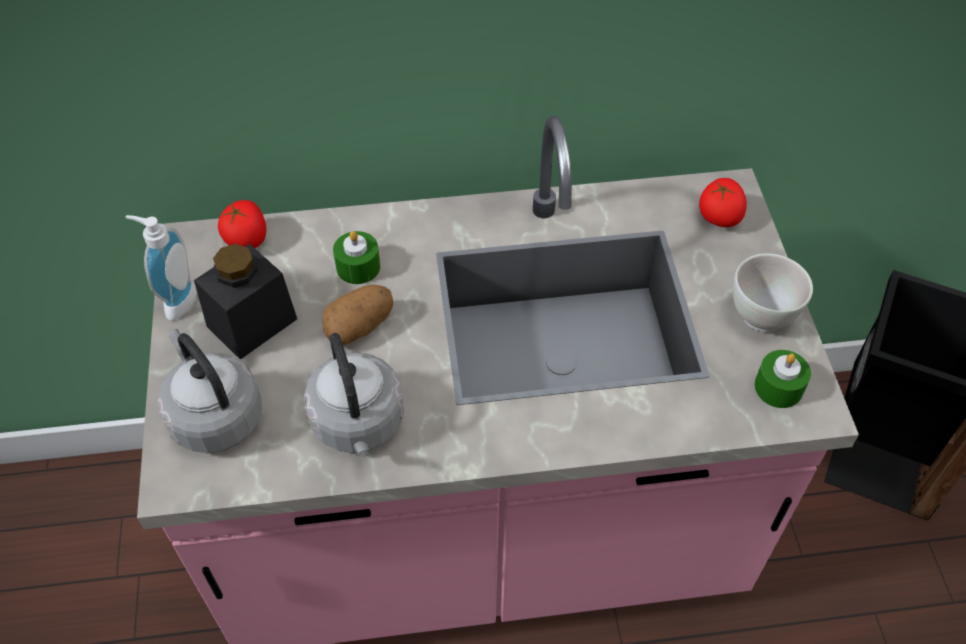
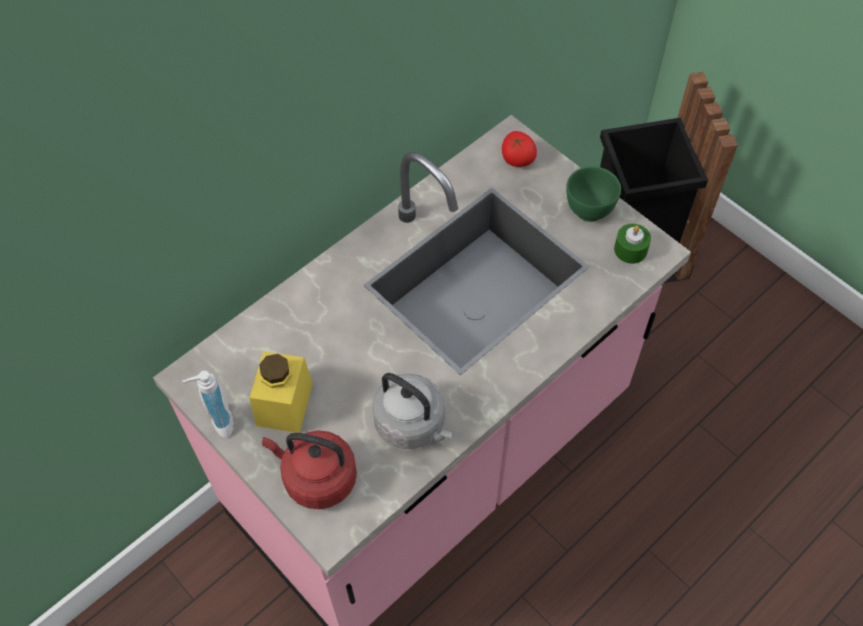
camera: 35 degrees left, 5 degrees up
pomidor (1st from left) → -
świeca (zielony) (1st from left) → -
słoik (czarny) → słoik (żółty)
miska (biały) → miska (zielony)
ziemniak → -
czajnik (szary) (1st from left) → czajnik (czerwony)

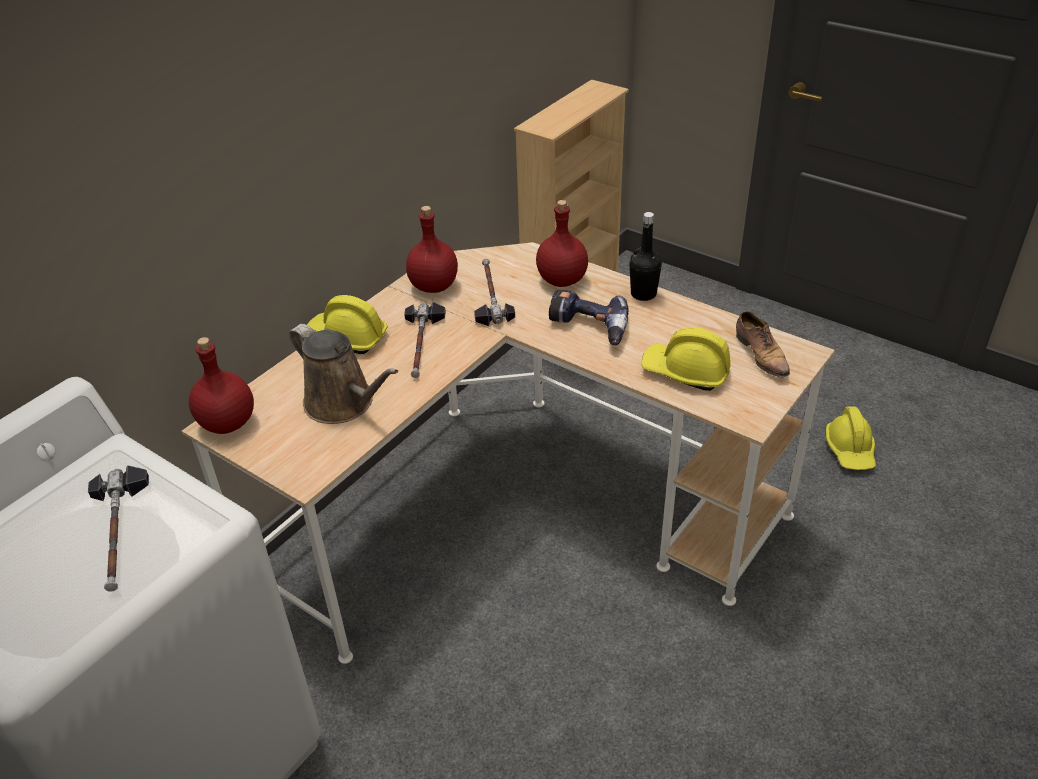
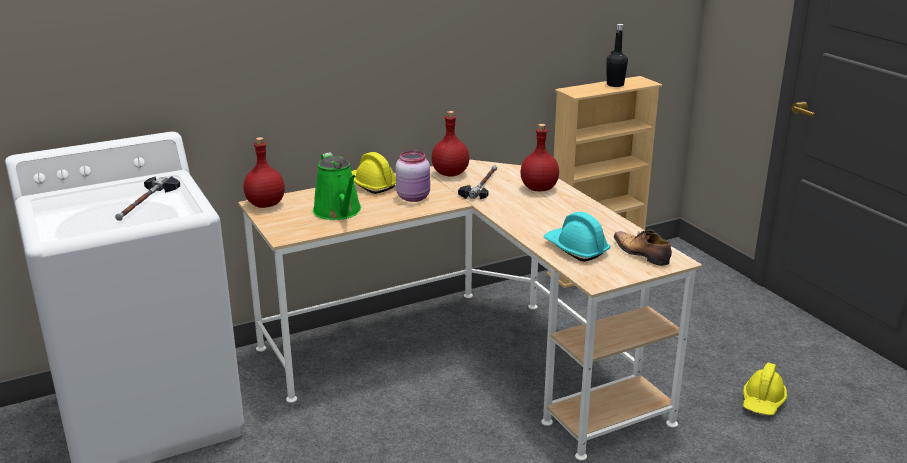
camera: 25 degrees right, 15 degrees down
butelka (czarny), move
wiertarka → -
młotek (2nd from left) → słoik (różowy)
but, 135 degrees clockwise
konewka (brązowy) → konewka (zielony)
kask (żółty) (2nd from left) → kask (turkusowy)

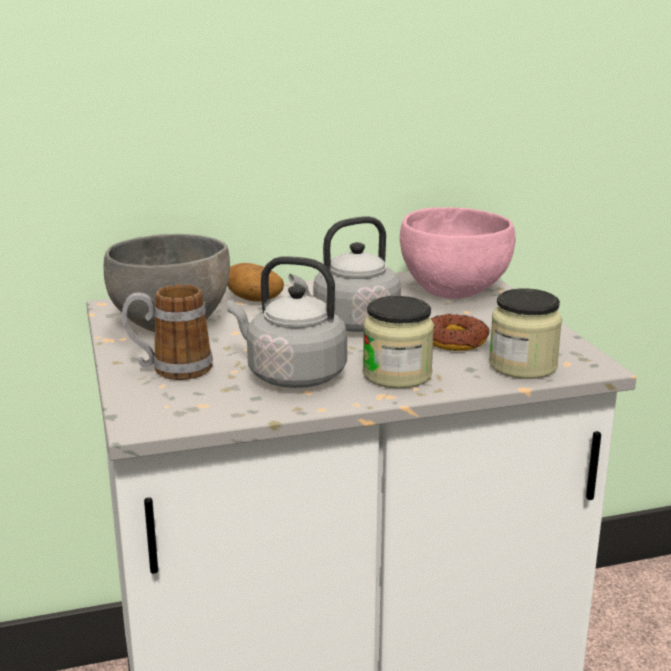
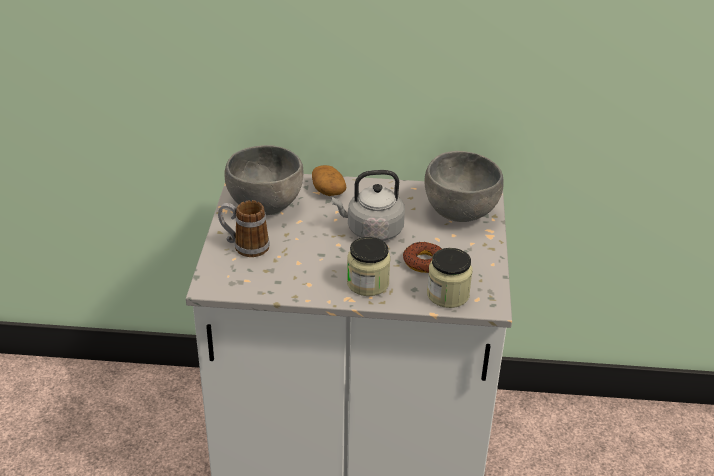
camera: 20 degrees right, 15 degrees up
miska (różowy) → miska (szary) (2nd from left)
czajnik (szary) (1st from left) → -

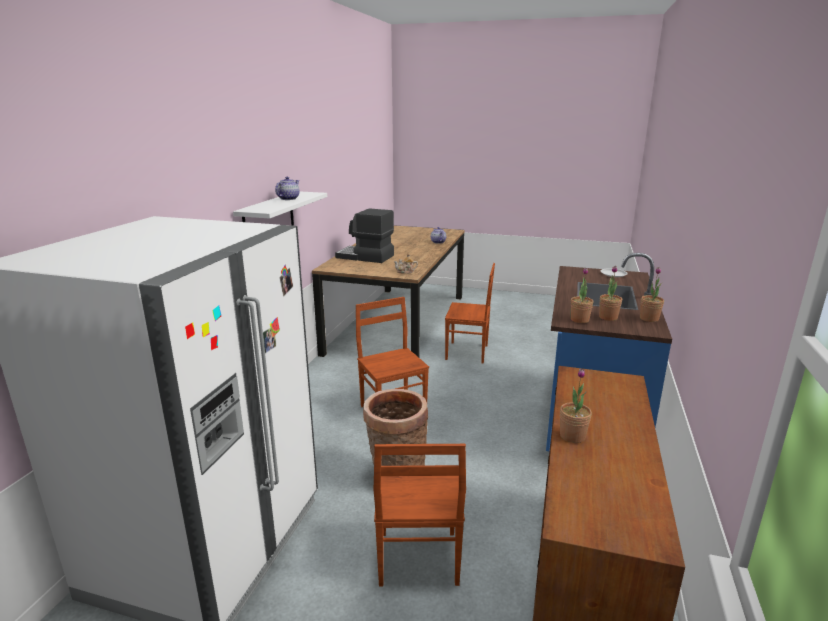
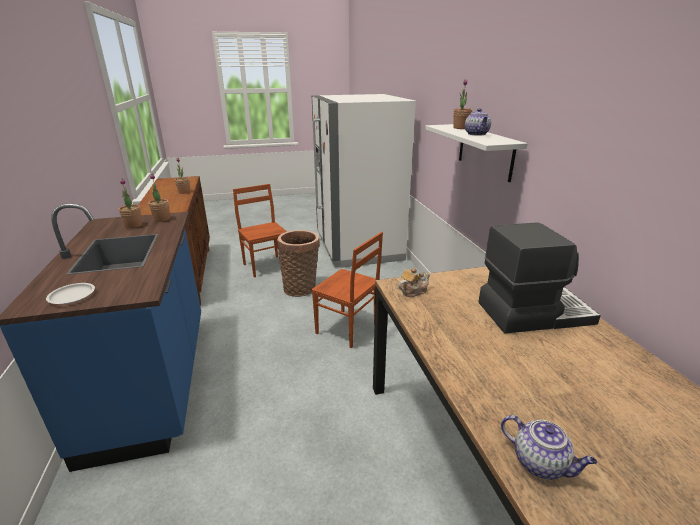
camera: 150 degrees right, 5 degrees up
krzesło (brązowy) (3rd from left) → -
roślina doniczkowa (4th from left), move

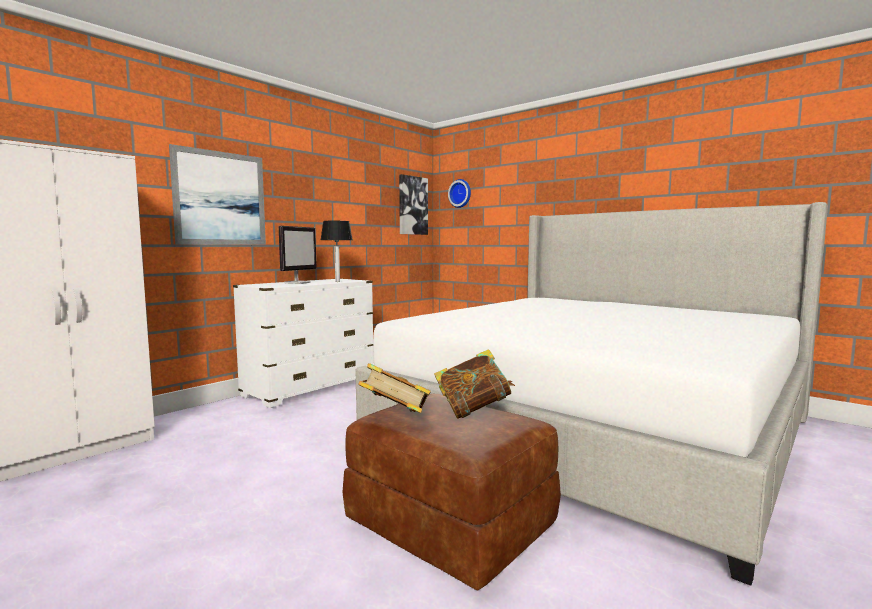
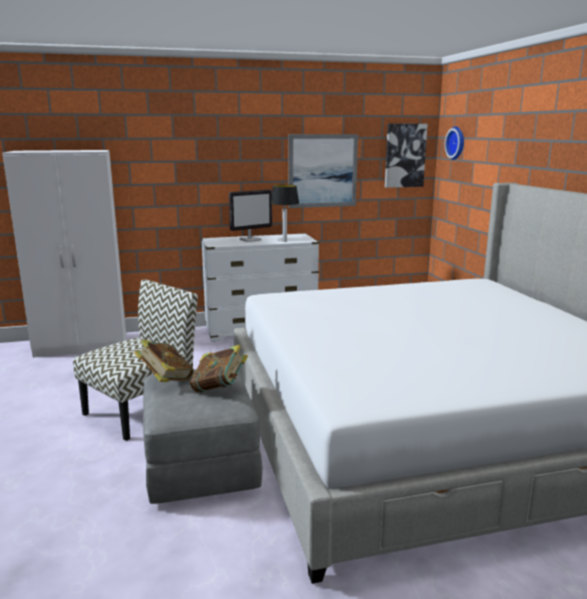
camera: 35 degrees right, 10 degrees up
obraz (1st from left), move
pufa (brązowy) → pufa (szary)
- → krzesło

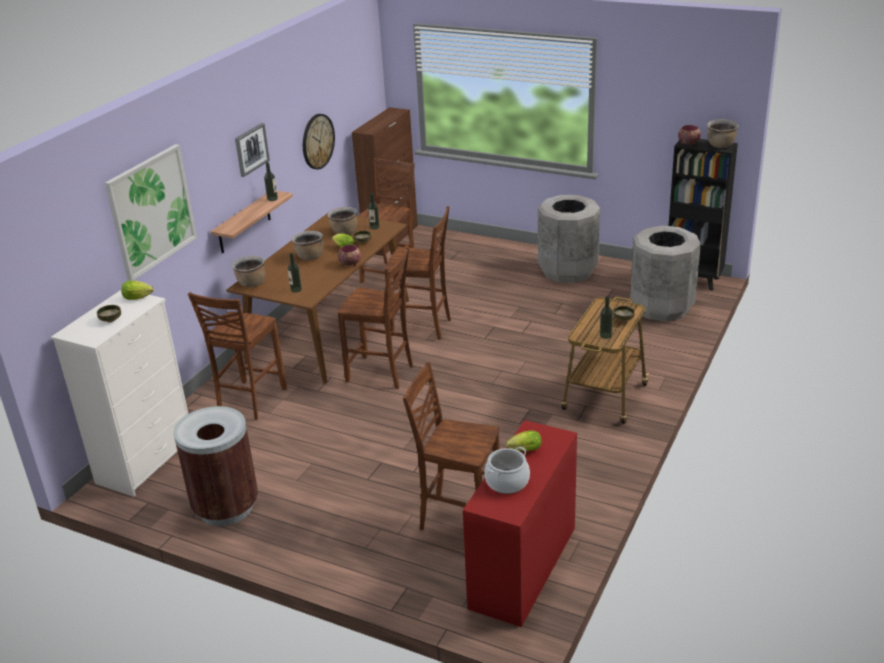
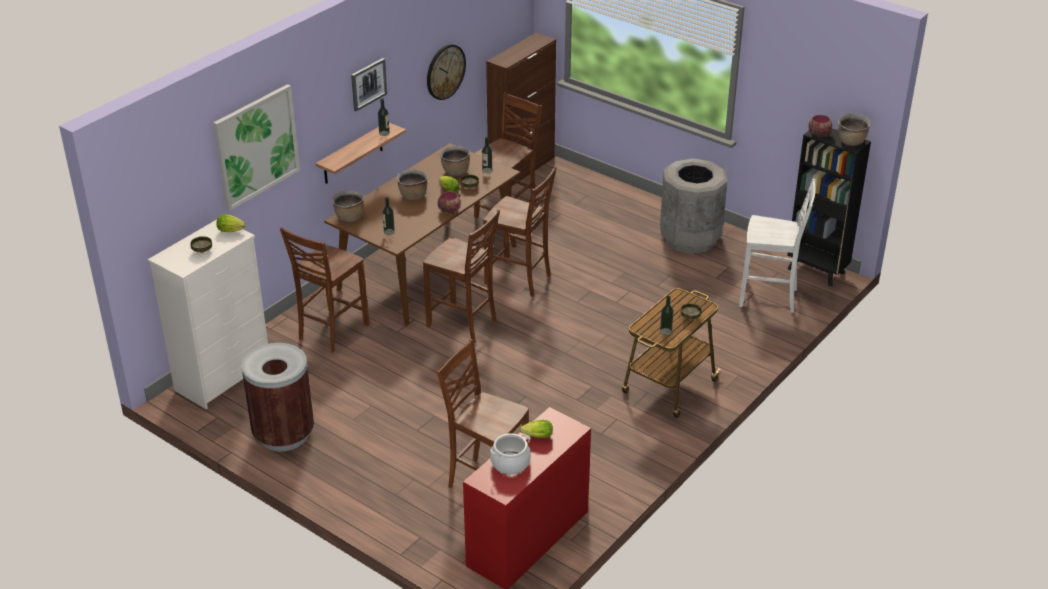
camera: 10 degrees right, 5 degrees up
kosz na śmieci (szary) (2nd from left) → krzesło (biały)

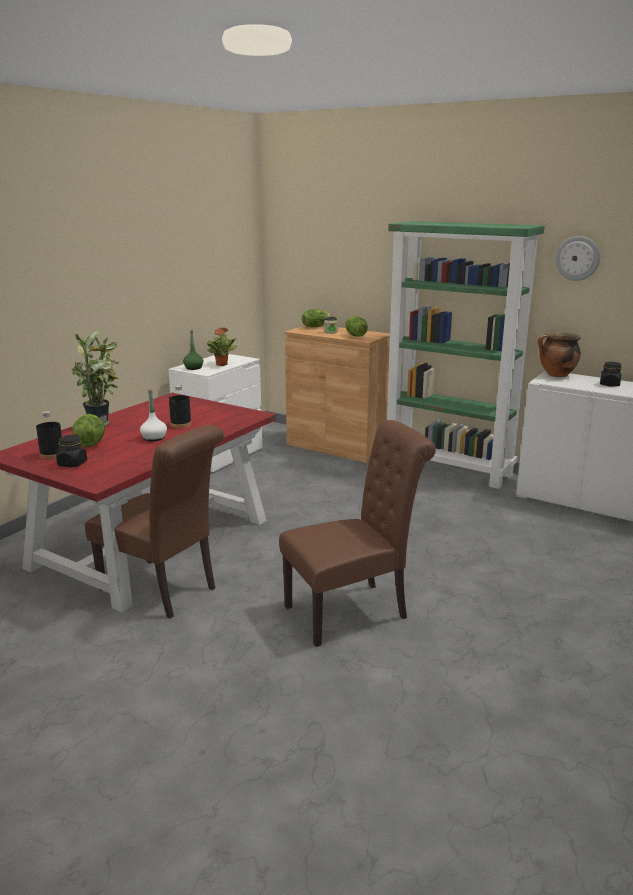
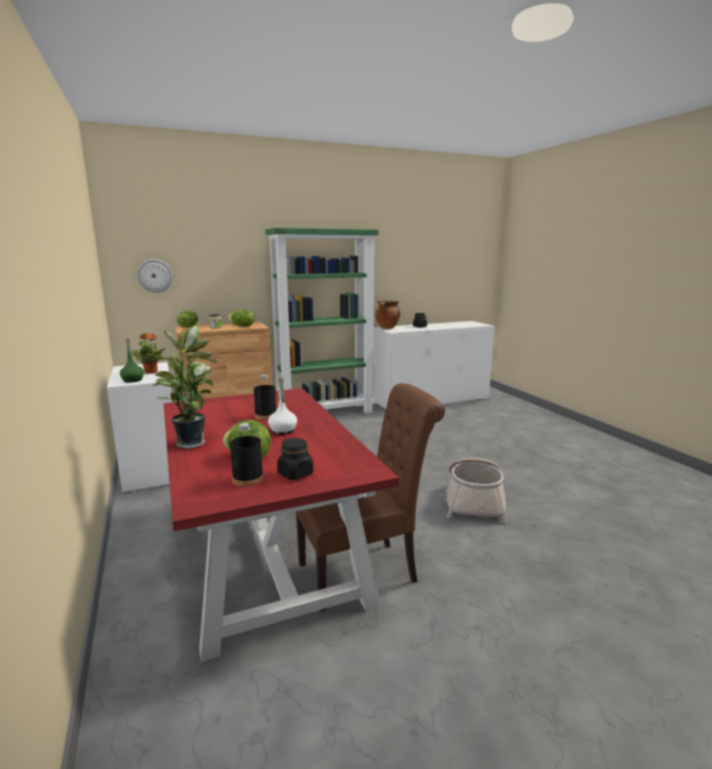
camera: 55 degrees left, 5 degrees down
zegar ścienny, move
krzesło (brązowy) (2nd from left) → koszyk

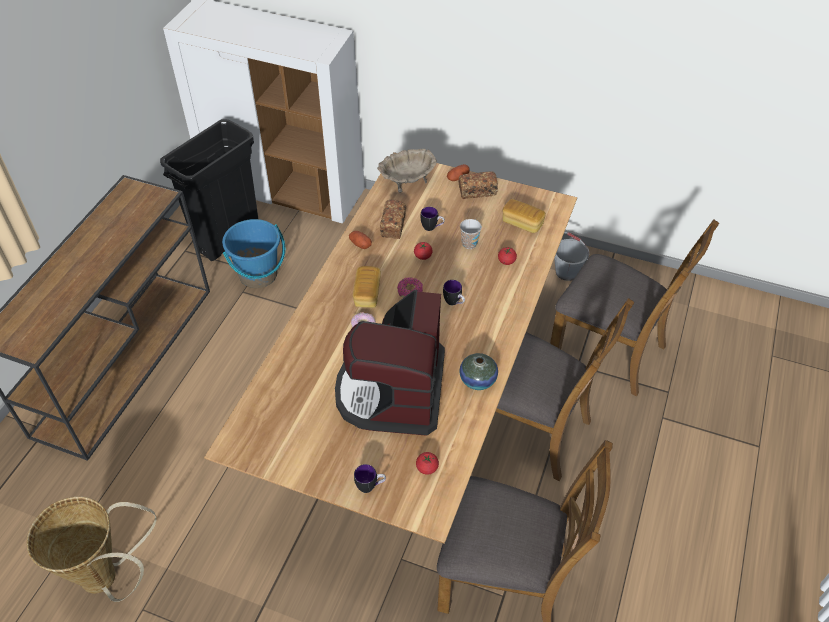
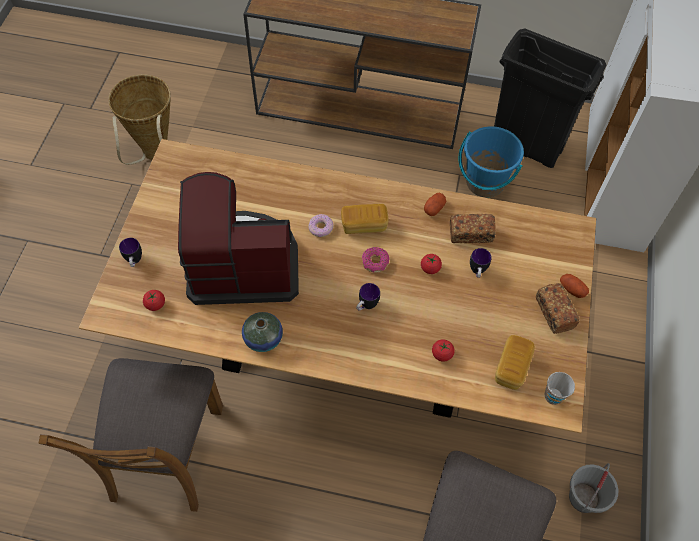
camera: 80 degrees right, 10 degrees up
miska (beżowy) → -
filiżanka, move
krzesło (brązowy) (2nd from left) → -

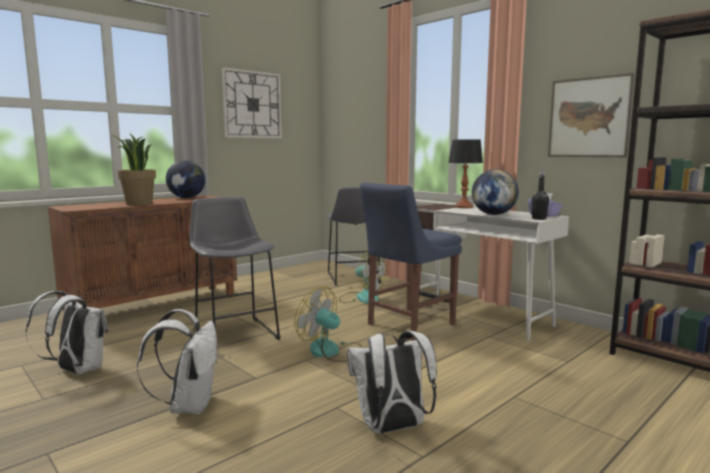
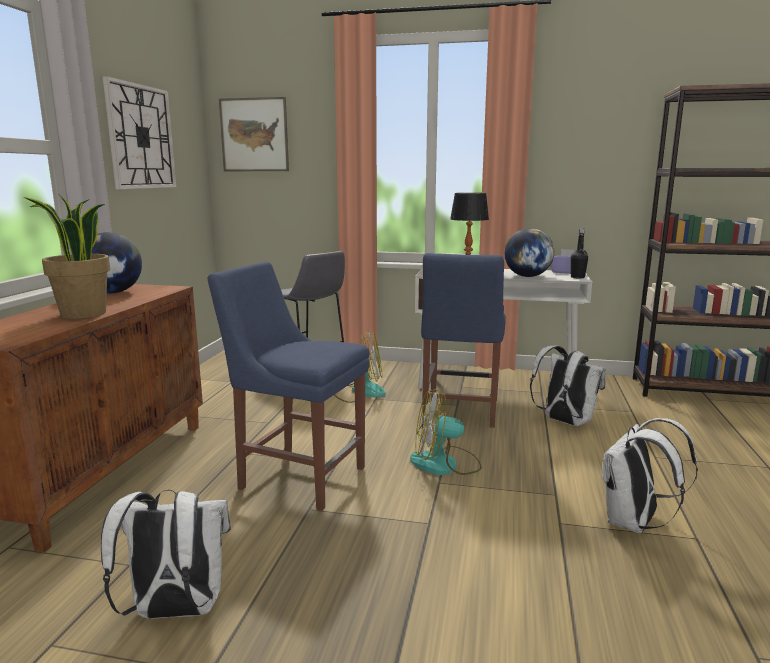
camera: 35 degrees left, 5 degrees up
obraz, move
stołek (szary) (1st from left) → krzesło (niebieski) (1st from left)
plecak (biały) (2nd from left), move

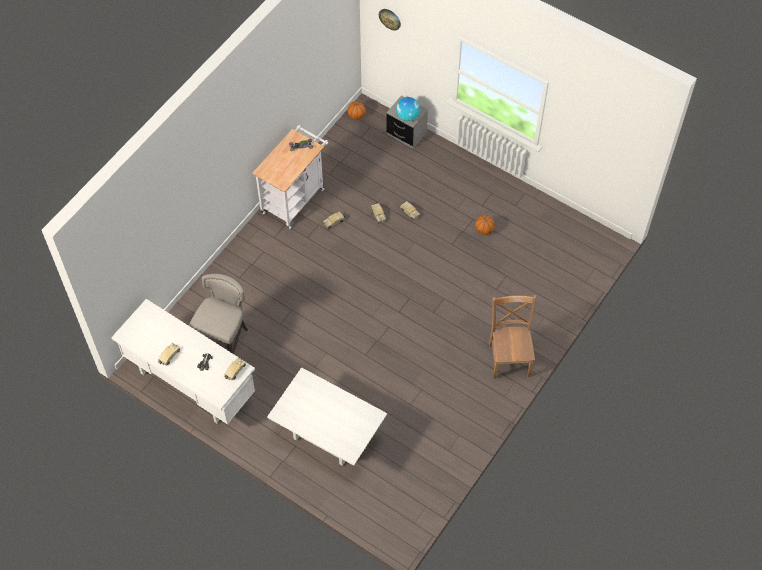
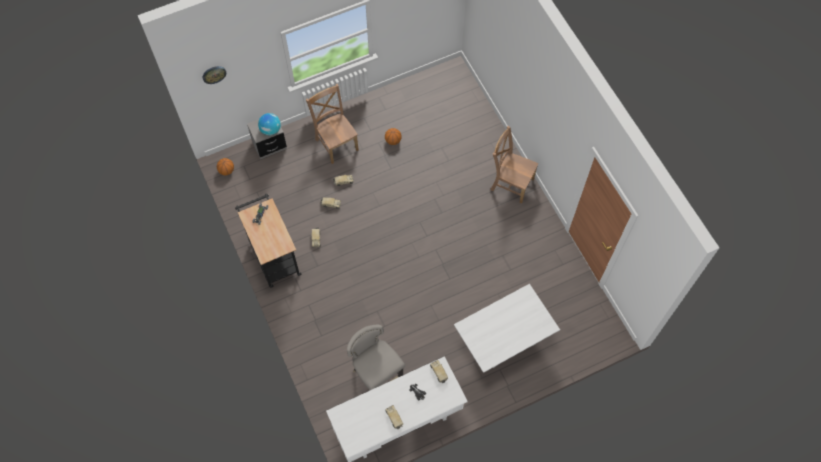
camera: 60 degrees left, 5 degrees up
wózek (biały) → wózek (czarny)
- → krzesło (brązowy) (1st from left)

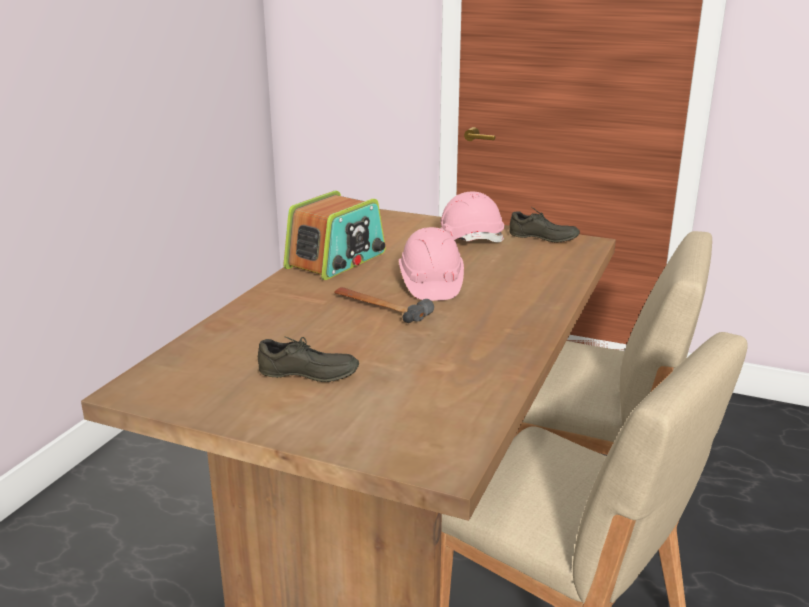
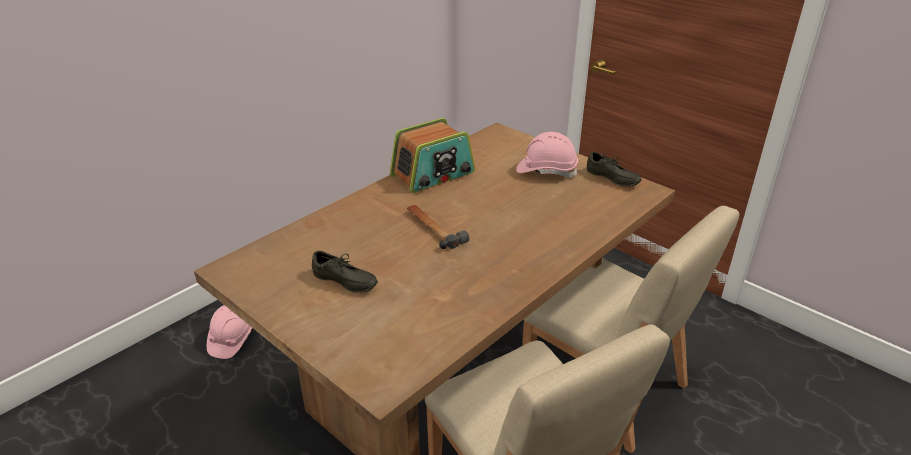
camera: 20 degrees right, 10 degrees up
kask (różowy) (1st from left), move

